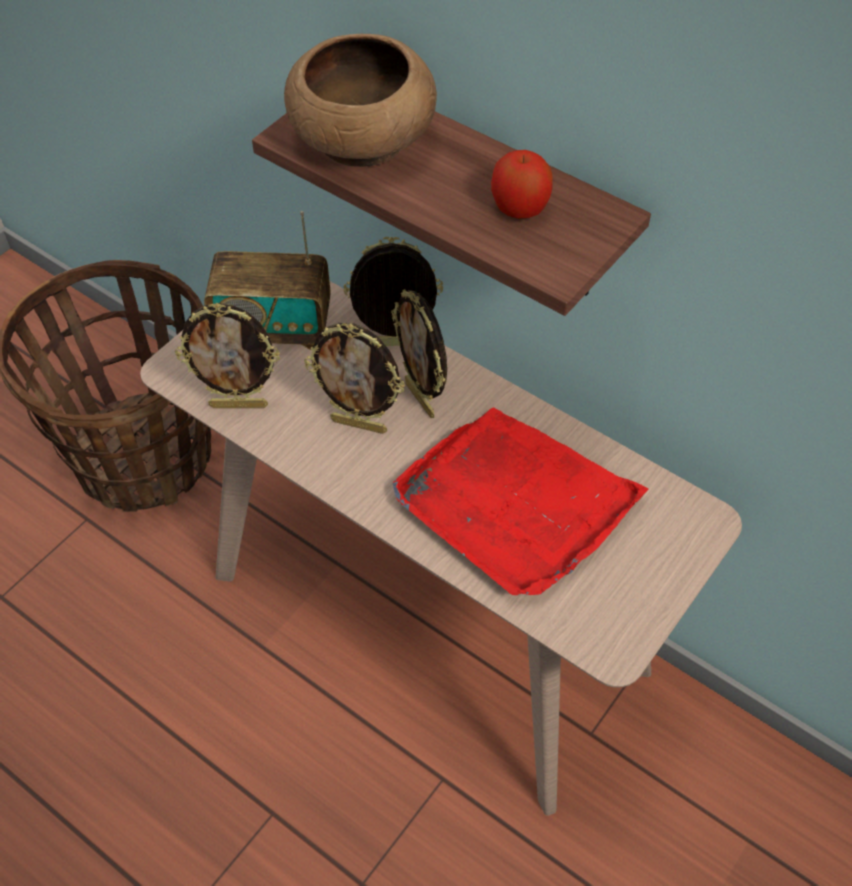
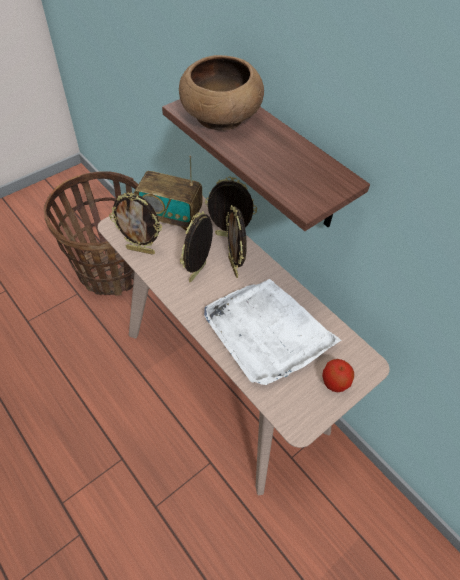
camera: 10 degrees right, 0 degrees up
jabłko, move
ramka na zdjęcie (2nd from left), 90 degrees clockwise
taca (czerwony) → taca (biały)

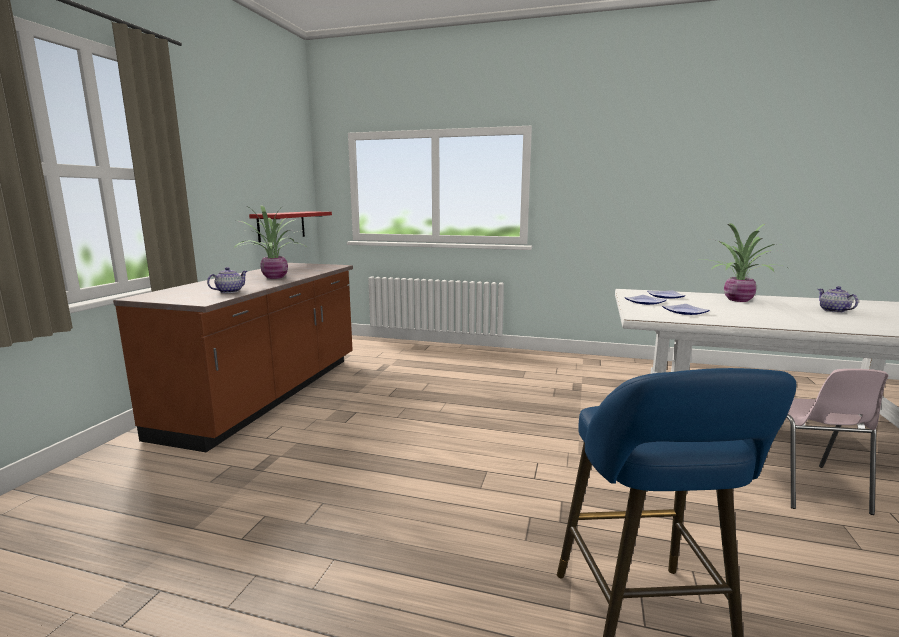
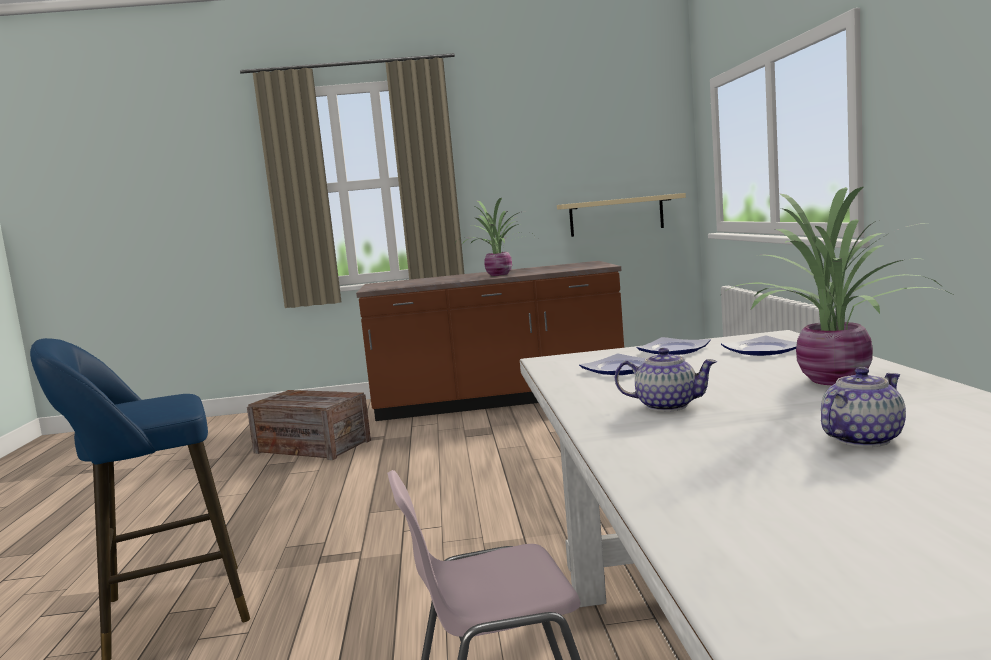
camera: 70 degrees right, 5 degrees down
półka (czerwony) → półka (beżowy)
imbryk (1st from left), move
- → skrzynka

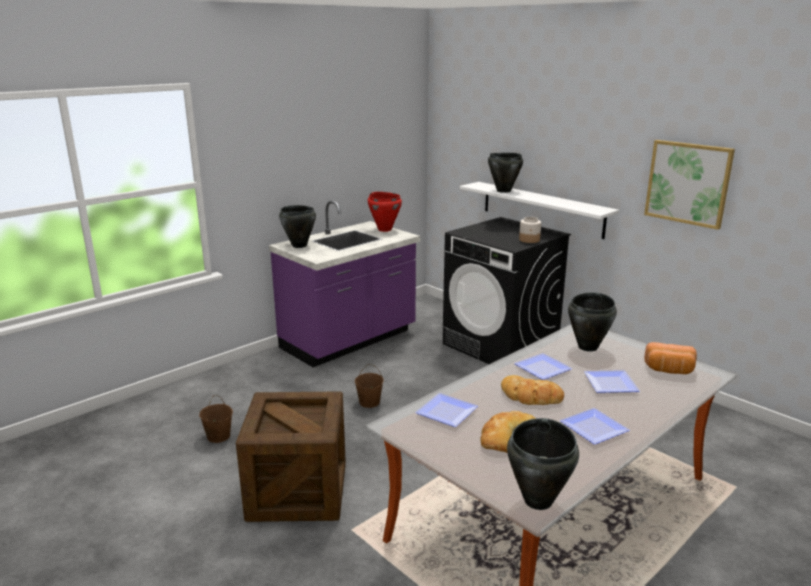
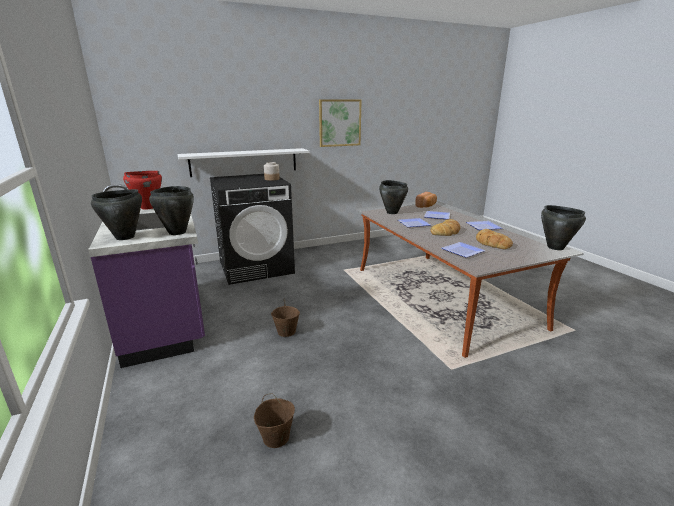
camera: 70 degrees left, 0 degrees up
garnek (czarny) (2nd from left), move
skrzynka → -

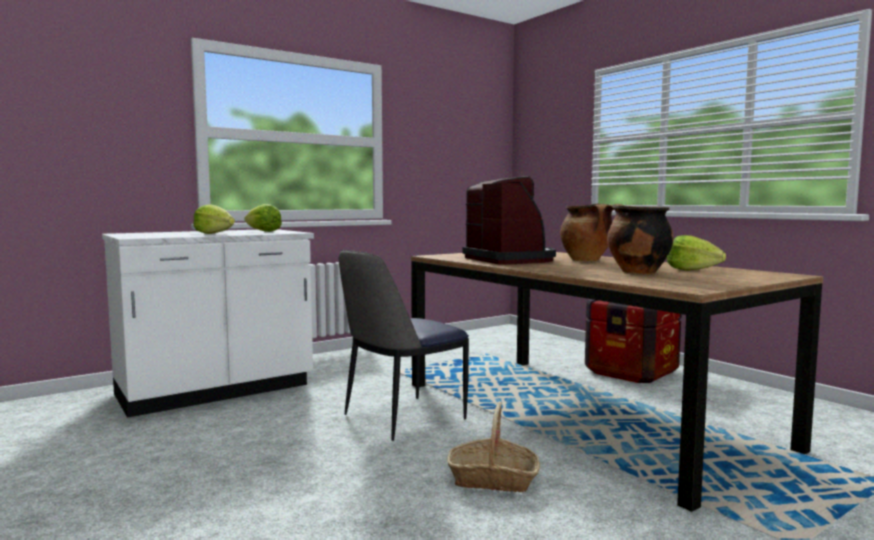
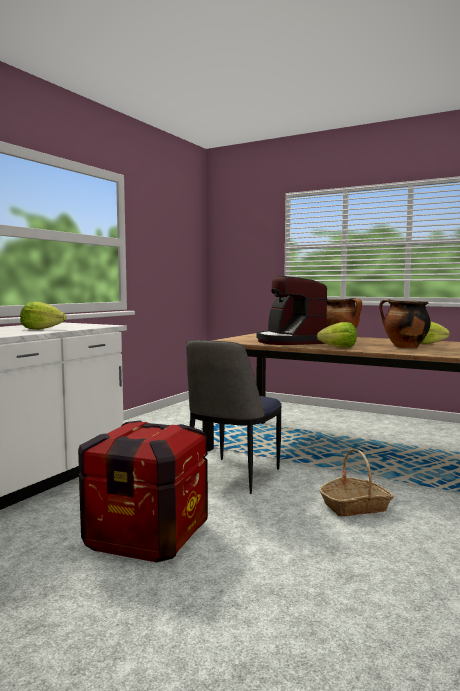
camera: 25 degrees left, 0 degrees up
ekspres do kawy, 150 degrees counterclockwise
sałata (2nd from left), move
skrzynka, move

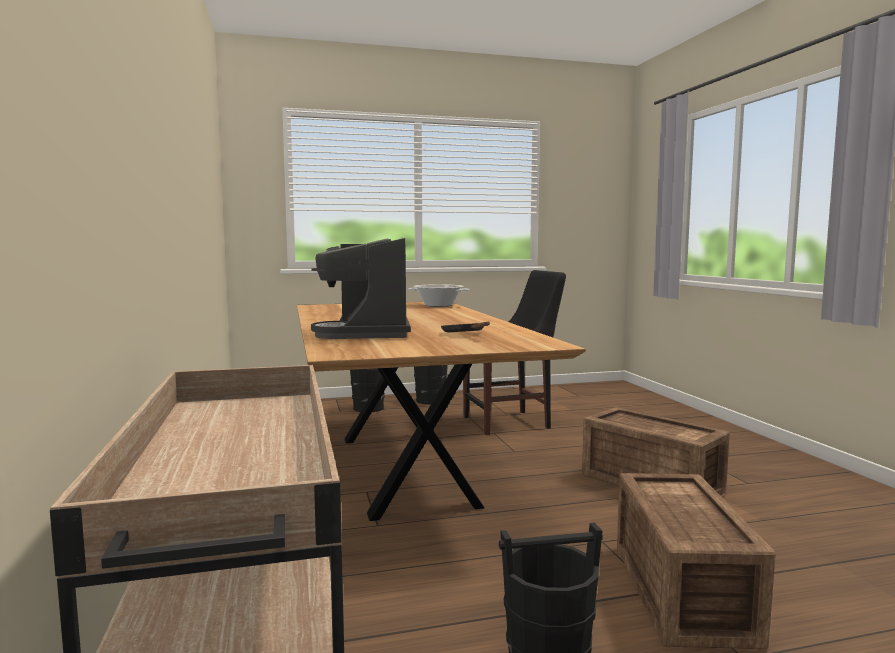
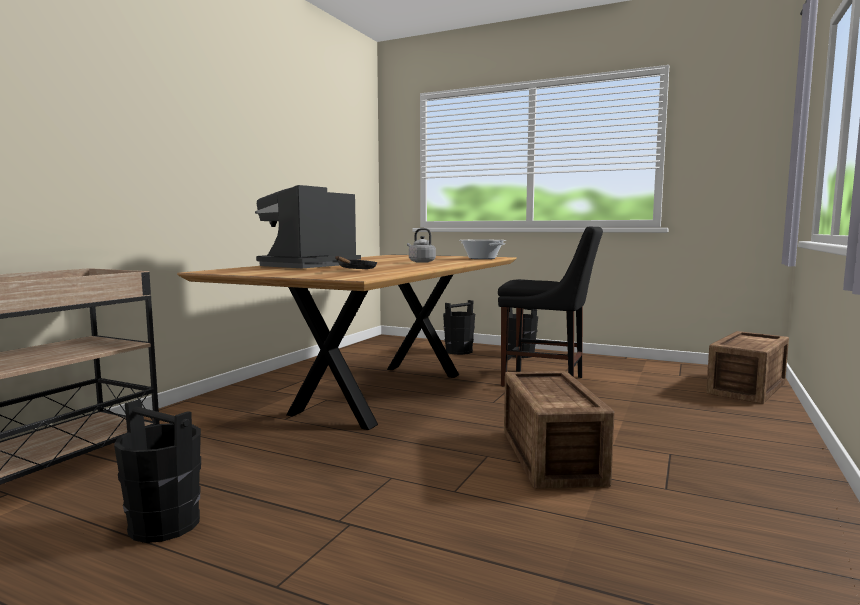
camera: 40 degrees right, 0 degrees up
skrzynka (2nd from left), move
- → czajnik (szary)

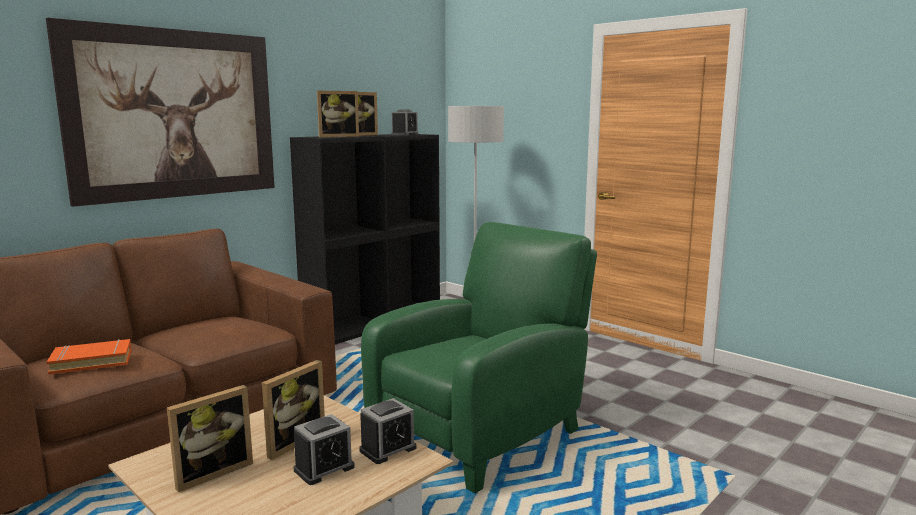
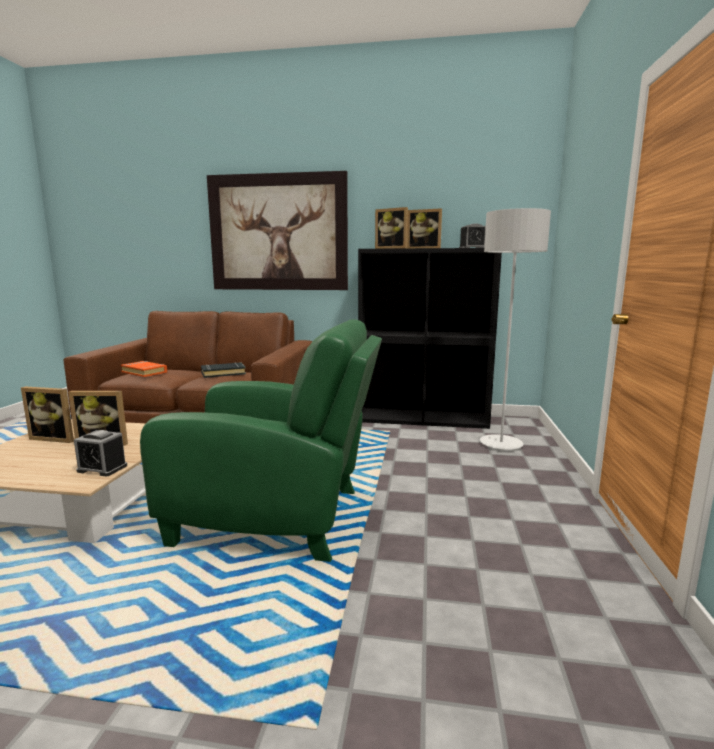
camera: 55 degrees right, 0 degrees up
budzik (1st from left) → -
- → książka (czarny)

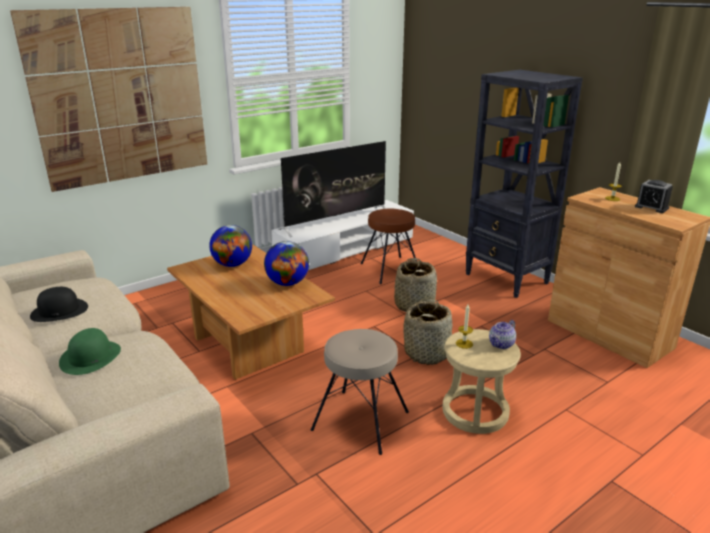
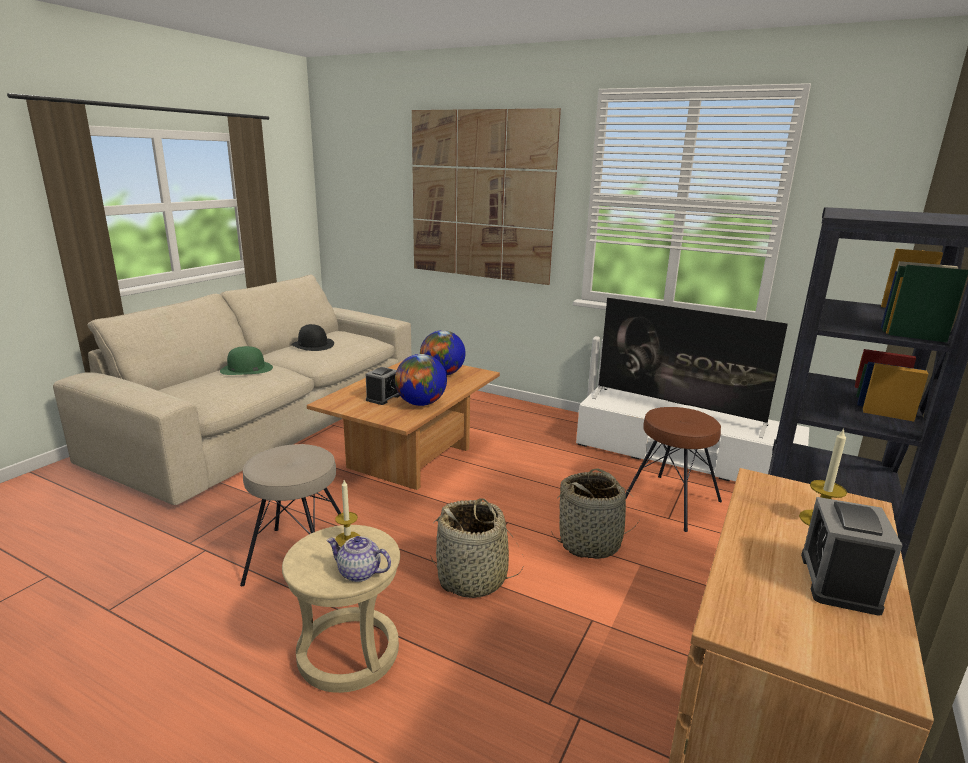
camera: 65 degrees right, 5 degrees down
- → budzik (1st from left)

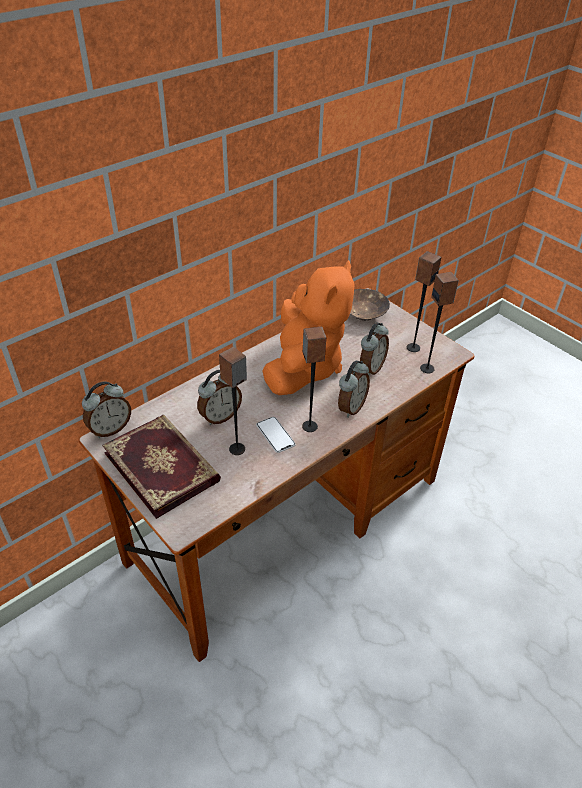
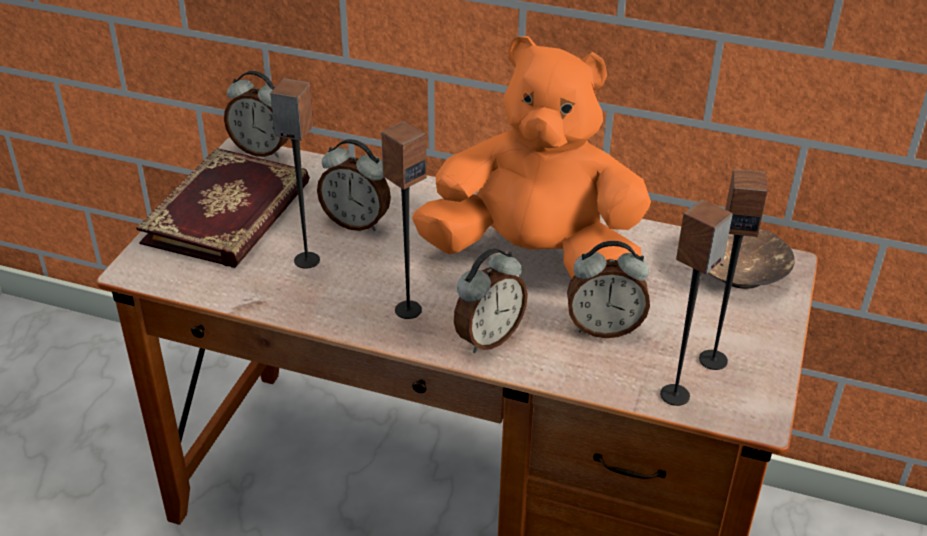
camera: 60 degrees right, 5 degrees down
pluszak (pomarańczowy), 150 degrees counterclockwise
budzik (3rd from left), 45 degrees counterclockwise
telefon → -

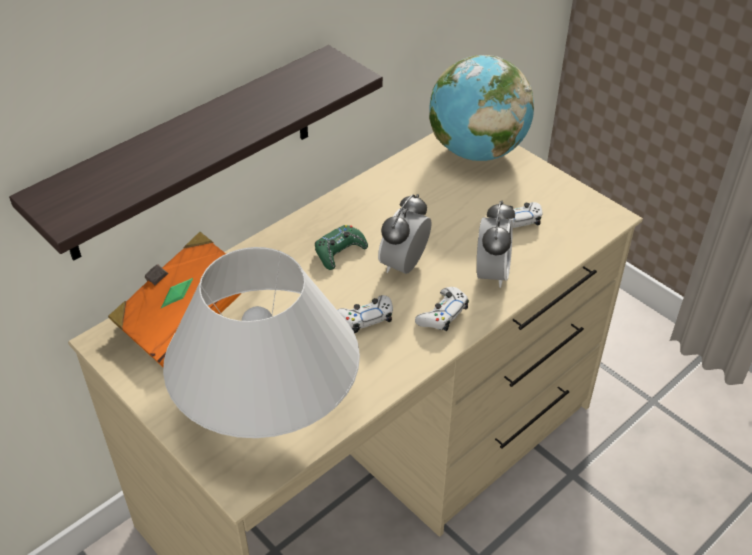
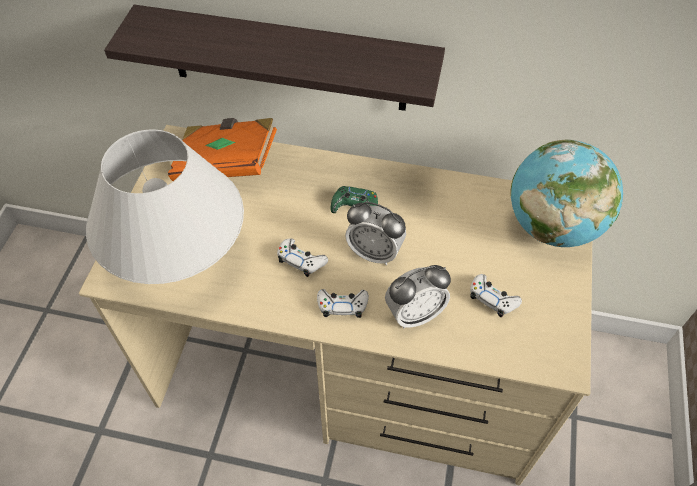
camera: 55 degrees right, 10 degrees up
budzik (1st from left), 150 degrees counterclockwise

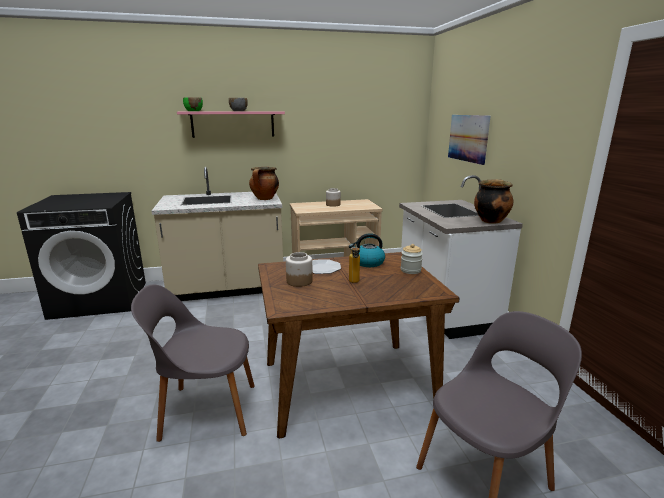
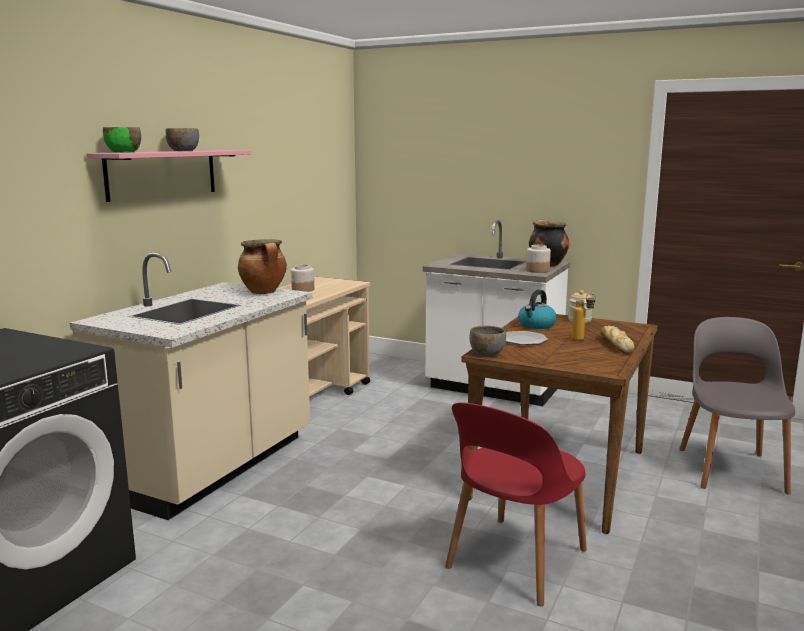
camera: 50 degrees left, 5 degrees down
obraz → -
słoik (1st from left in the first image) → słoik (2nd from left), move
krzesło (szary) (1st from left) → krzesło (czerwony)
- → miska (szary) (2nd from left)
- → chleb

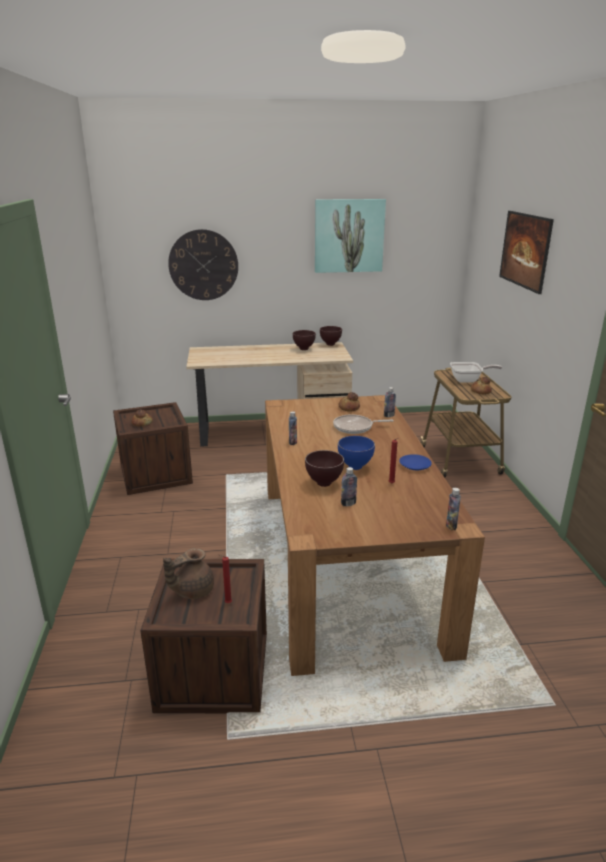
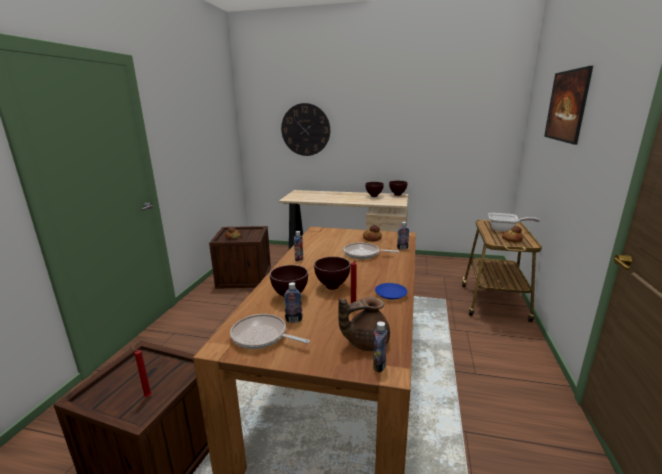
camera: 20 degrees right, 5 degrees down
obraz (1st from left) → -
miska (niebieski) → miska (brązowy) (2nd from left)
imbryk (brązowy), move
- → patelnia (1st from left)

